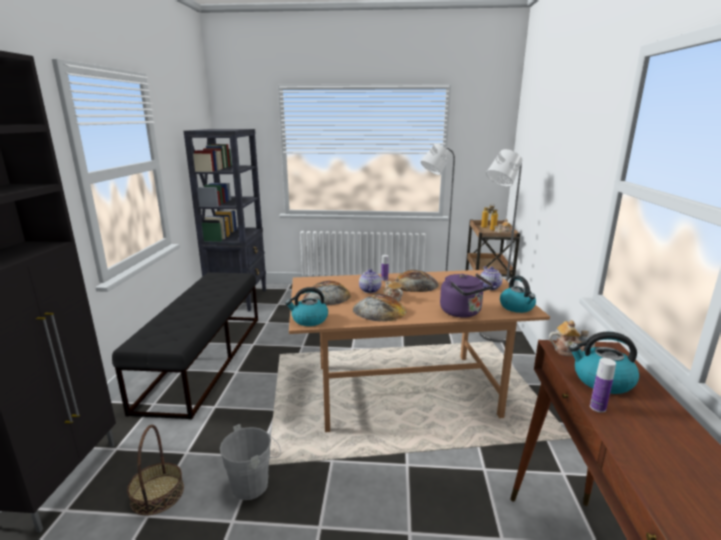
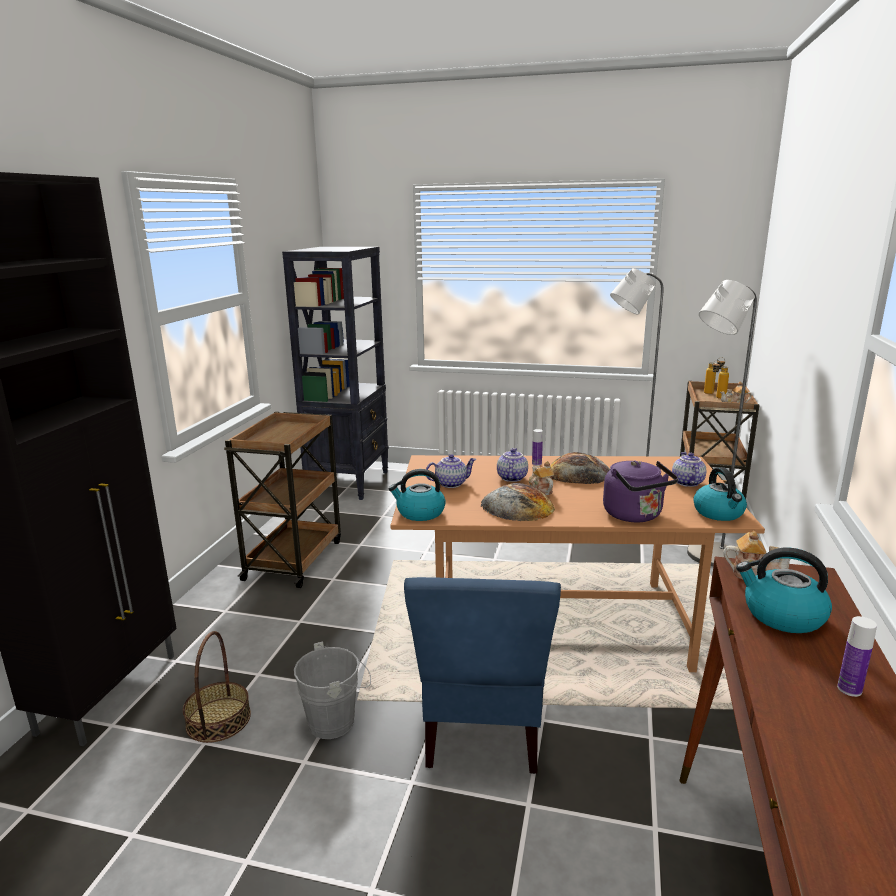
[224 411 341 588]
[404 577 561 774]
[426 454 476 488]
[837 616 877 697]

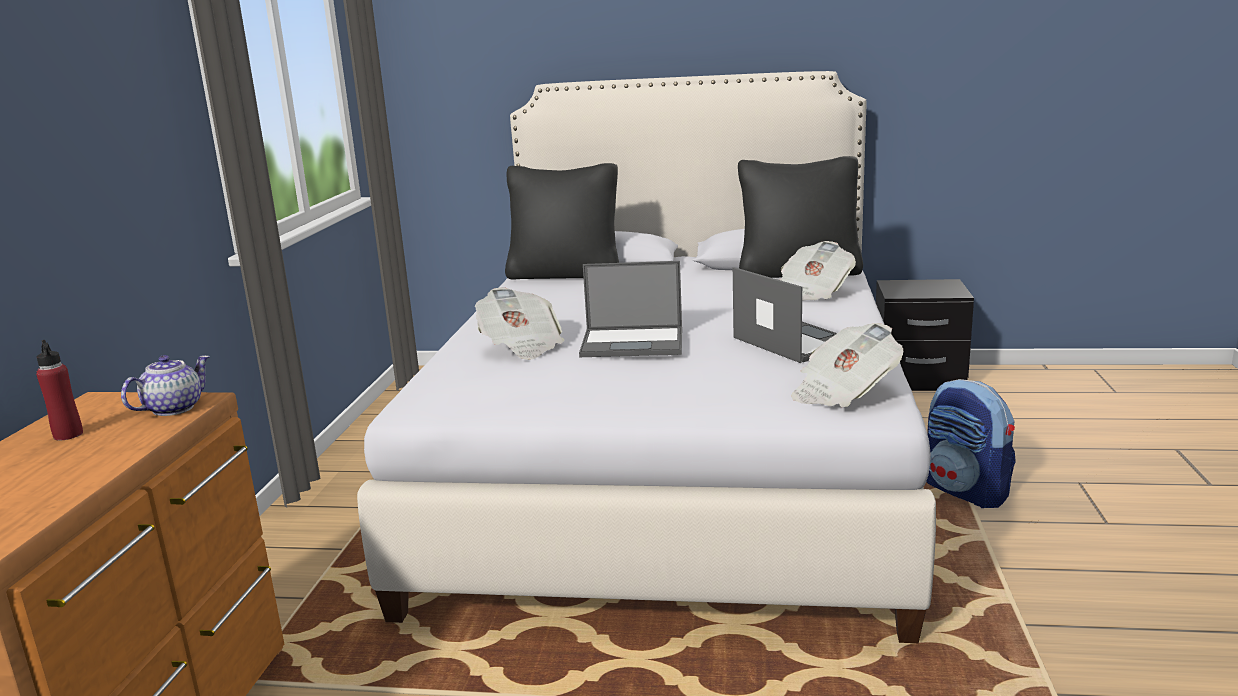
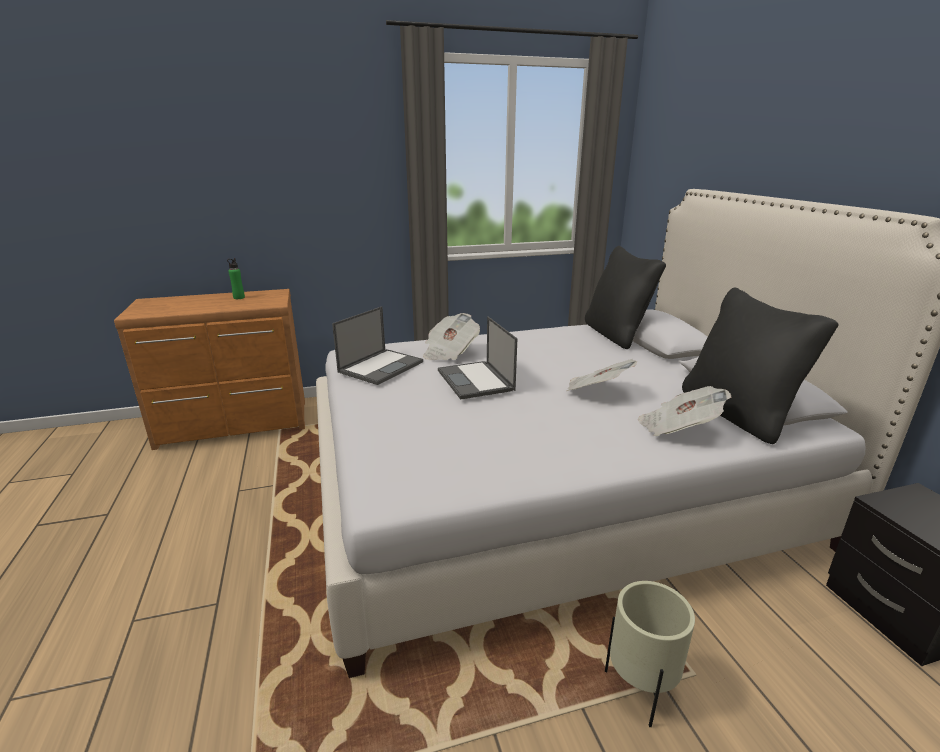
[227 258 245 299]
[332 306 423 385]
[567 359 637 391]
[605 581 695 727]
[121 355 210 416] (first image)

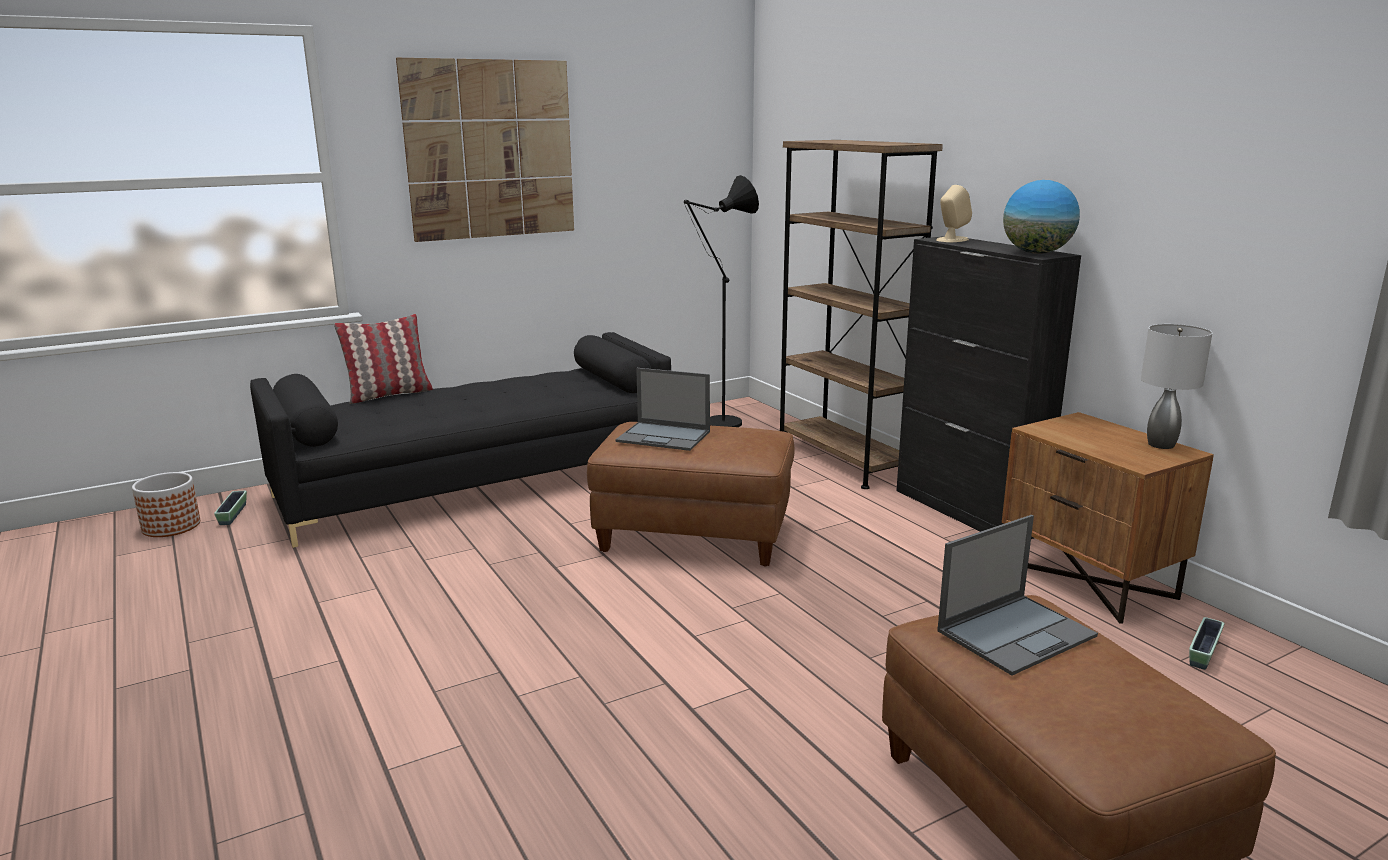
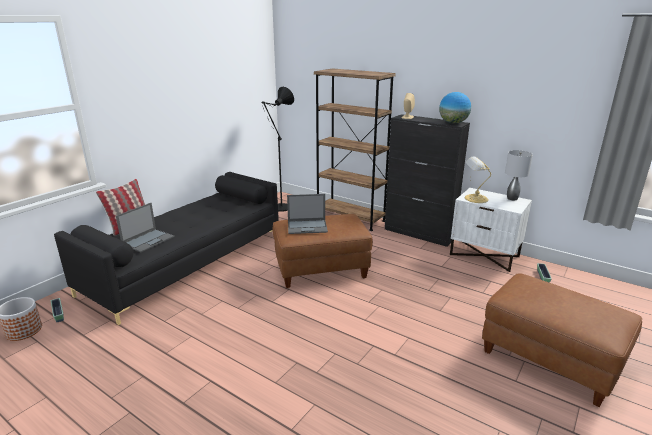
[116 203 175 252]
[450 188 532 272]
[465 156 491 203]
[396 58 574 242] (first image)

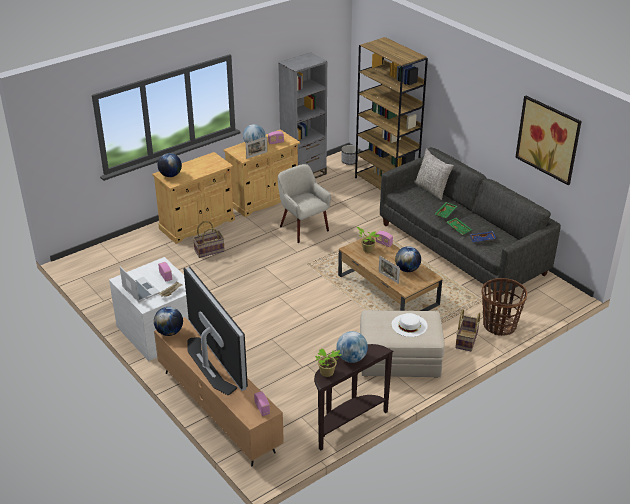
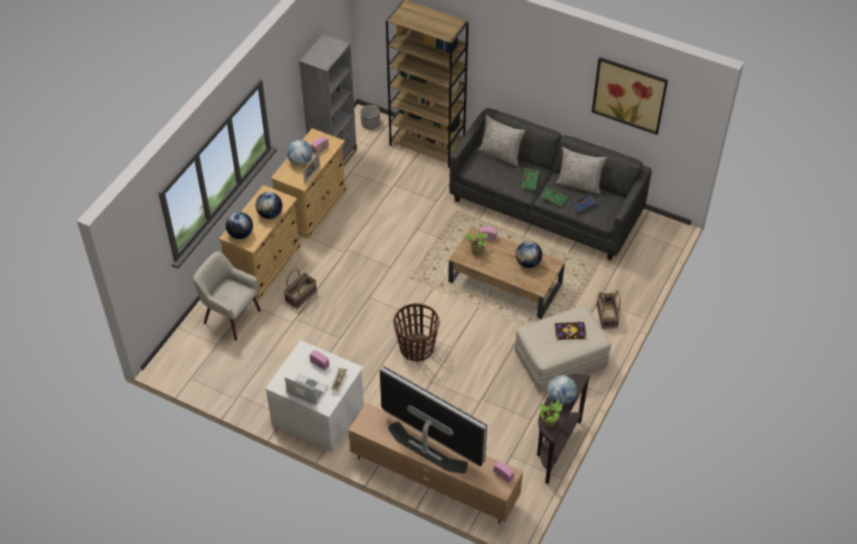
[193 251 261 341]
[255 192 282 219]
[393 303 440 362]
[555 147 607 194]
[555 321 587 340]
[379 256 400 284] (first image)

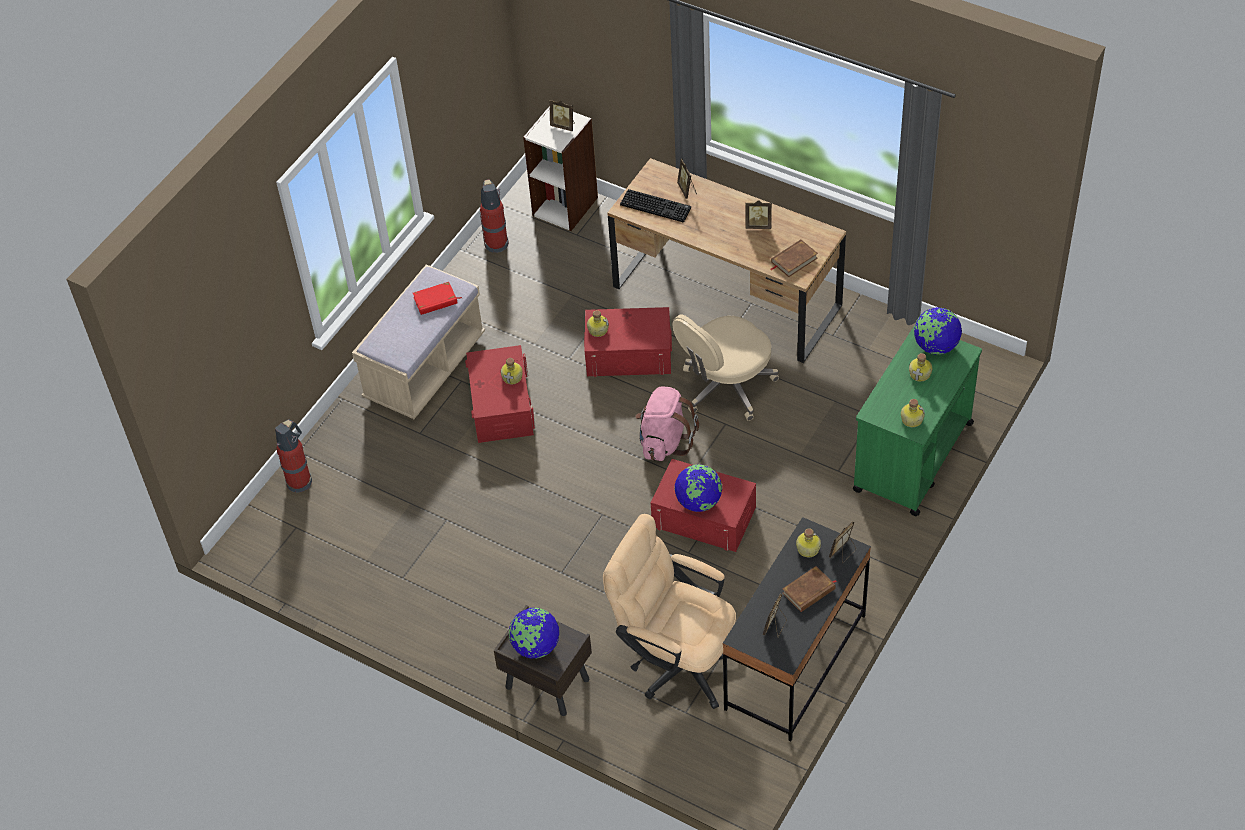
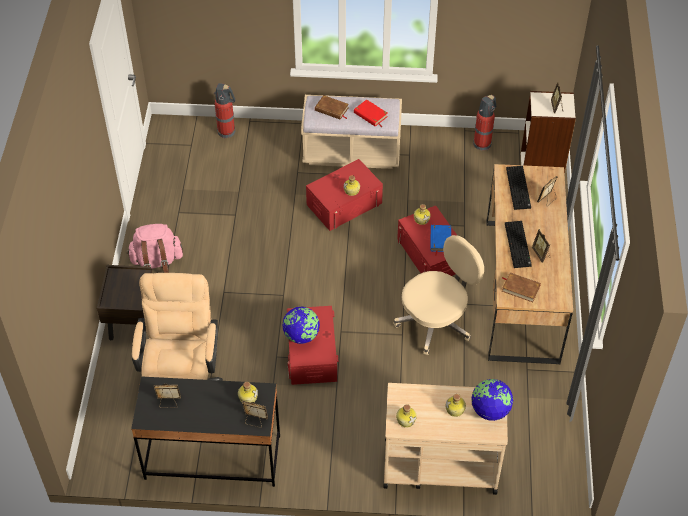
[127 224 183 273]
[315 95 349 120]
[383 383 508 495]
[393 235 484 355]
[431 225 451 256]
[505 221 532 268]
[509 608 559 658] (first image)

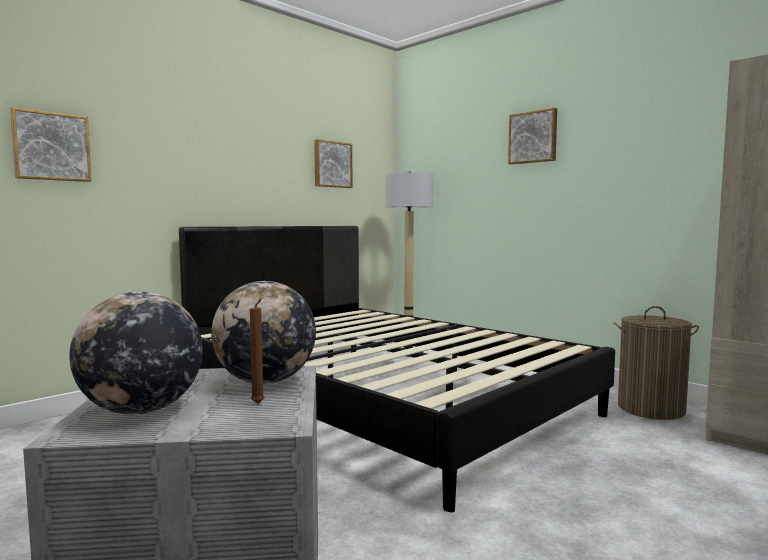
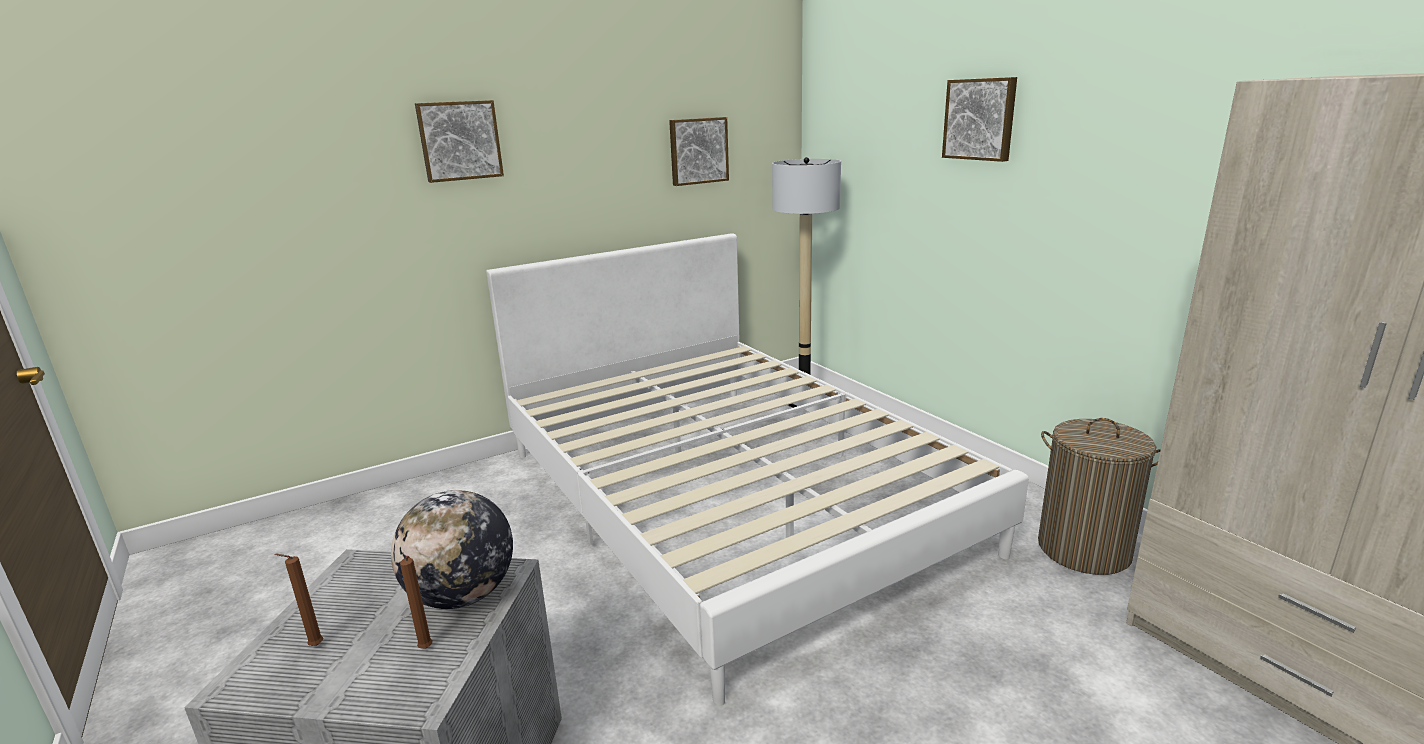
[274 553 323 646]
[415 100 504 183]
[486 233 1029 706]

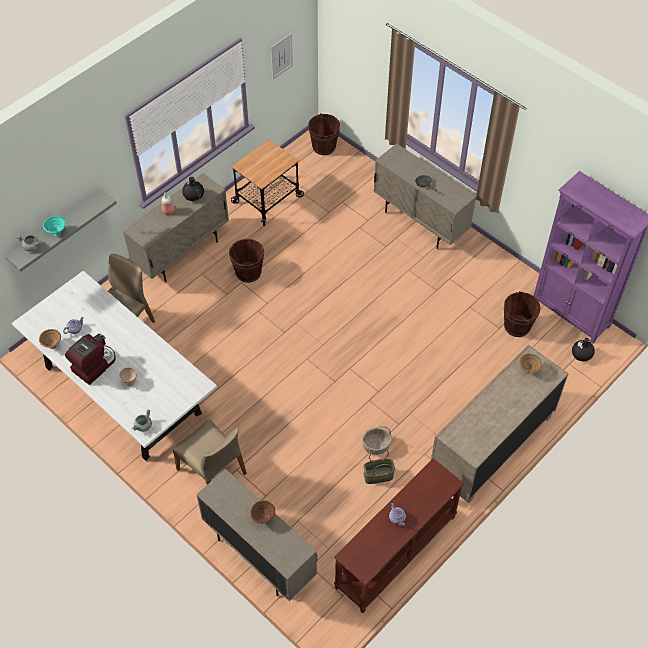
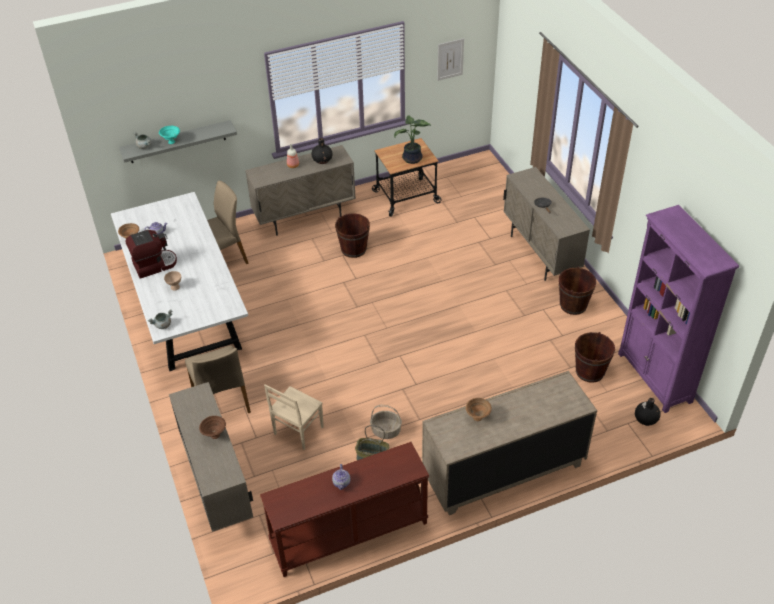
[264 384 324 450]
[394 116 431 164]
[466 398 492 421]
[559 267 596 315]

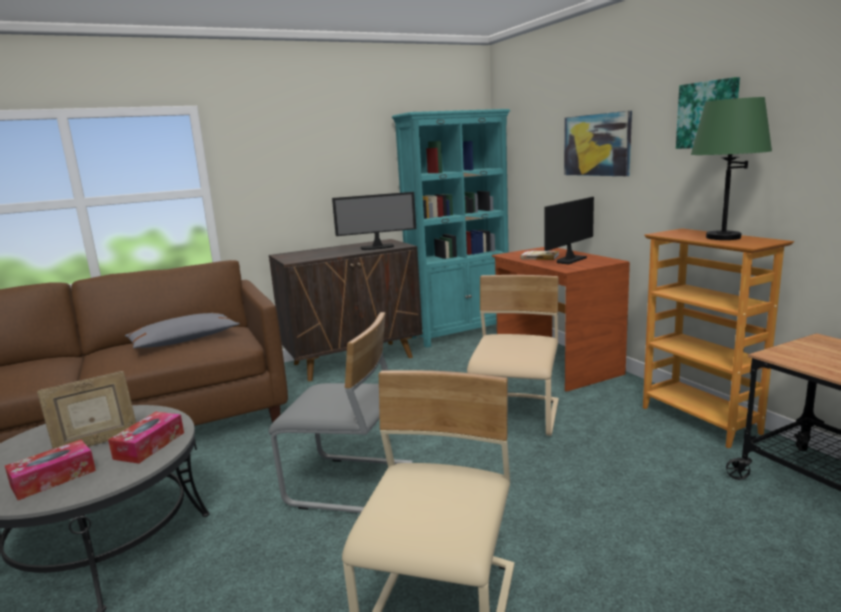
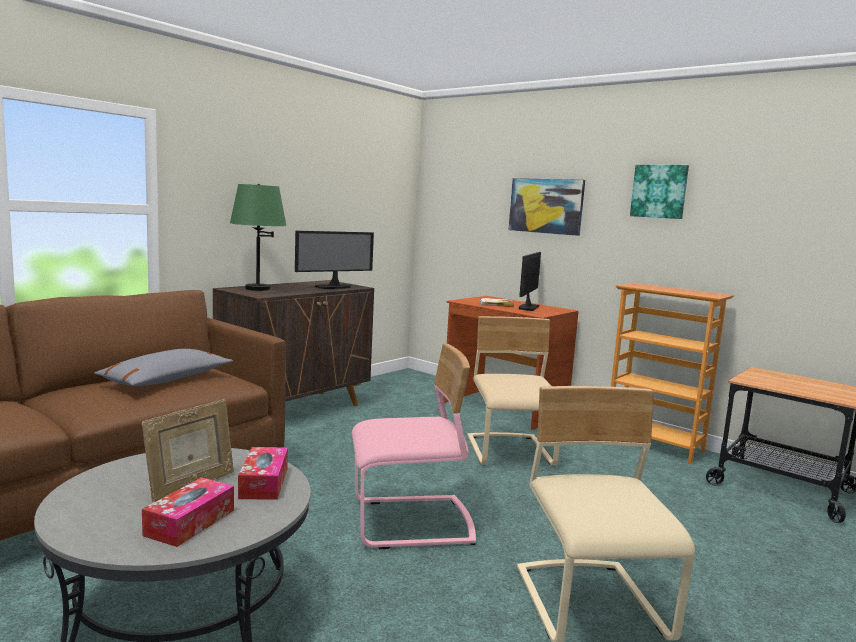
[230 184 287 291]
[352 344 476 549]
[392 109 510 348] (first image)

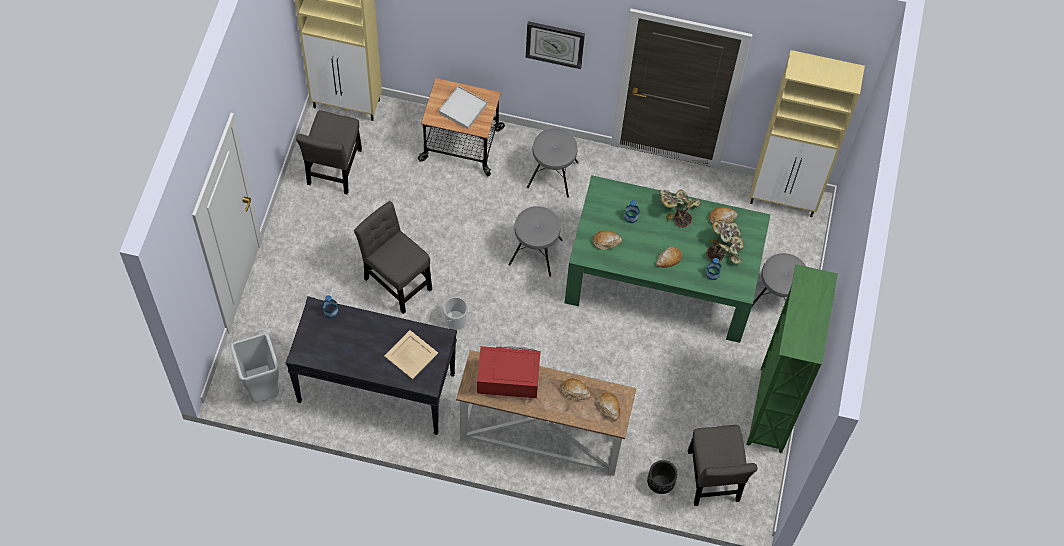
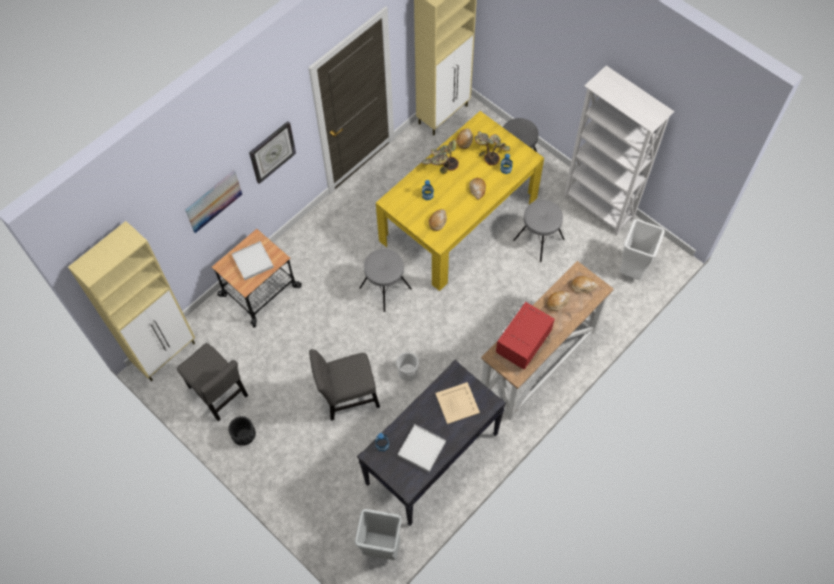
[185 170 242 233]
[228 416 256 446]
[376 111 544 291]
[398 424 446 472]
[513 200 565 262]
[564 65 674 235]
[620 219 665 280]

